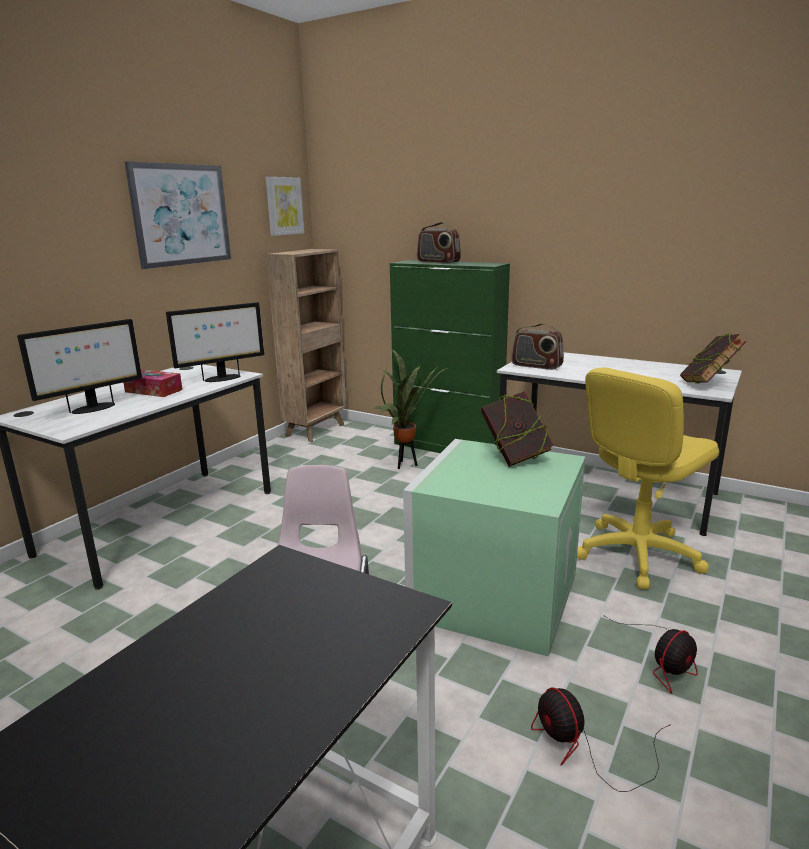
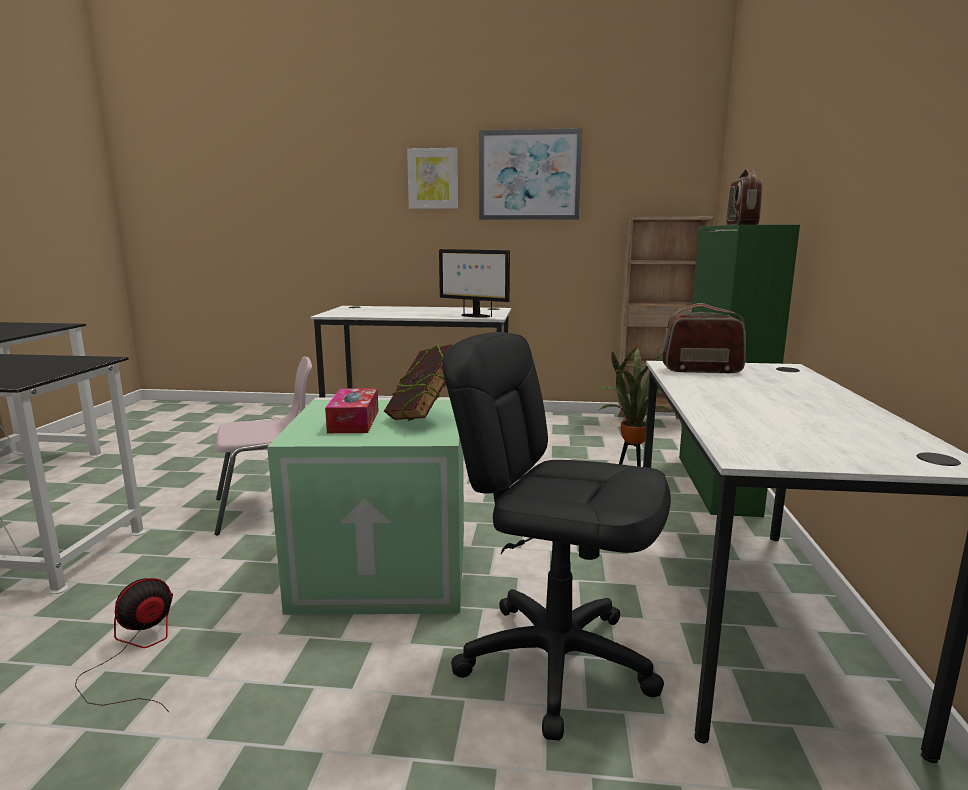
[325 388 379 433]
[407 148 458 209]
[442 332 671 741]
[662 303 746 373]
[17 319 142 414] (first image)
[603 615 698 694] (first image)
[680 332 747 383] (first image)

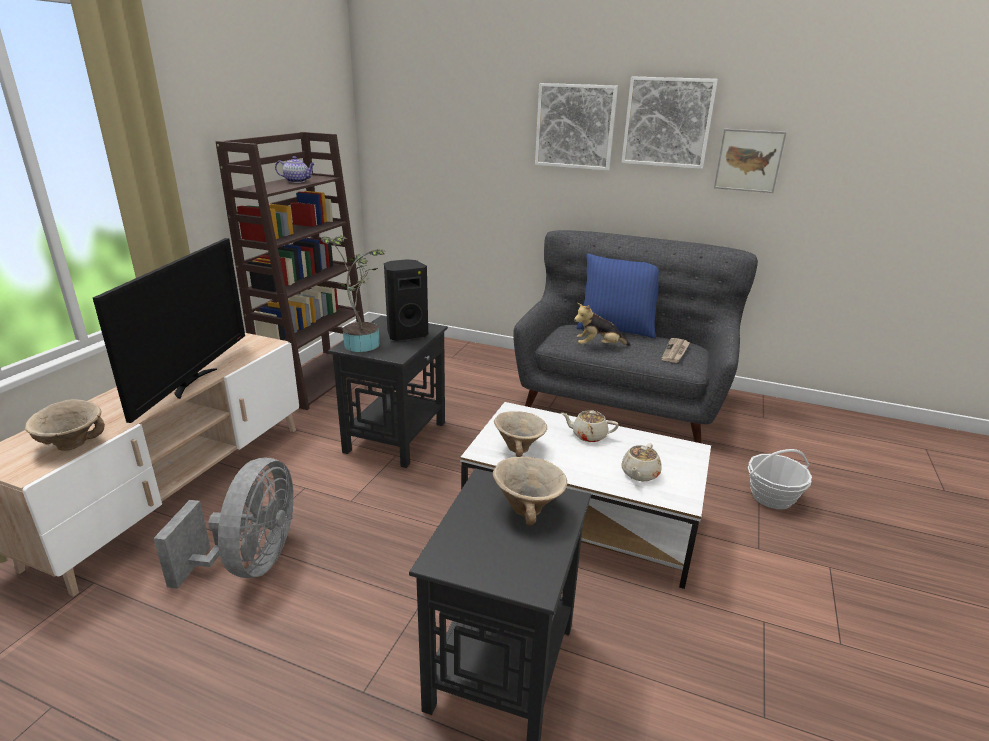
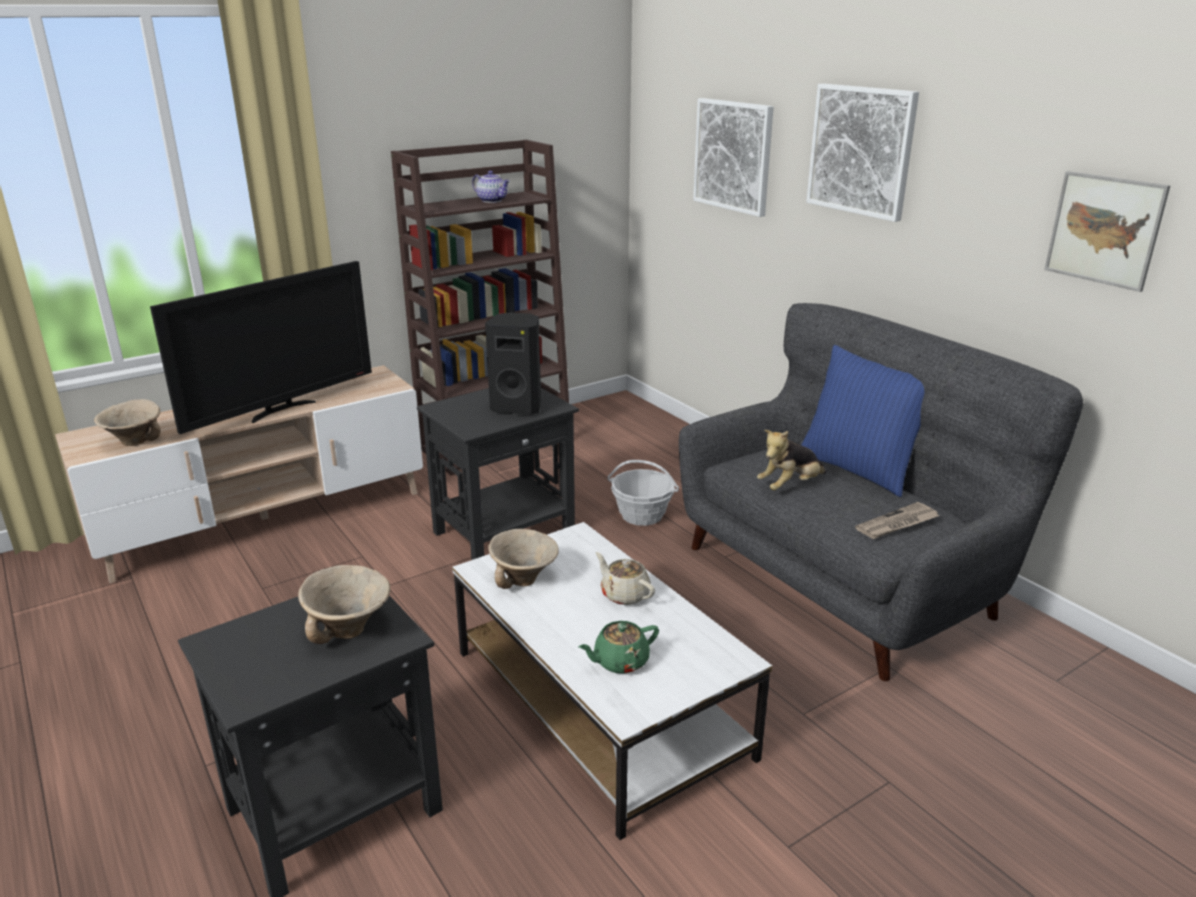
[578 621 659 674]
[608 460 679 526]
[693 98 774 217]
[757 430 826 490]
[154 458 294 589] (first image)
[321 235 385 352] (first image)

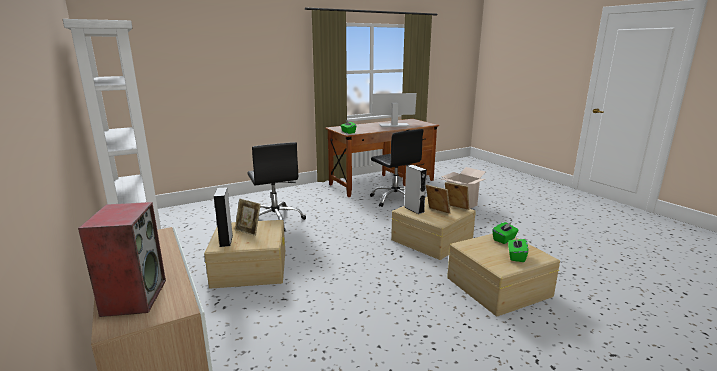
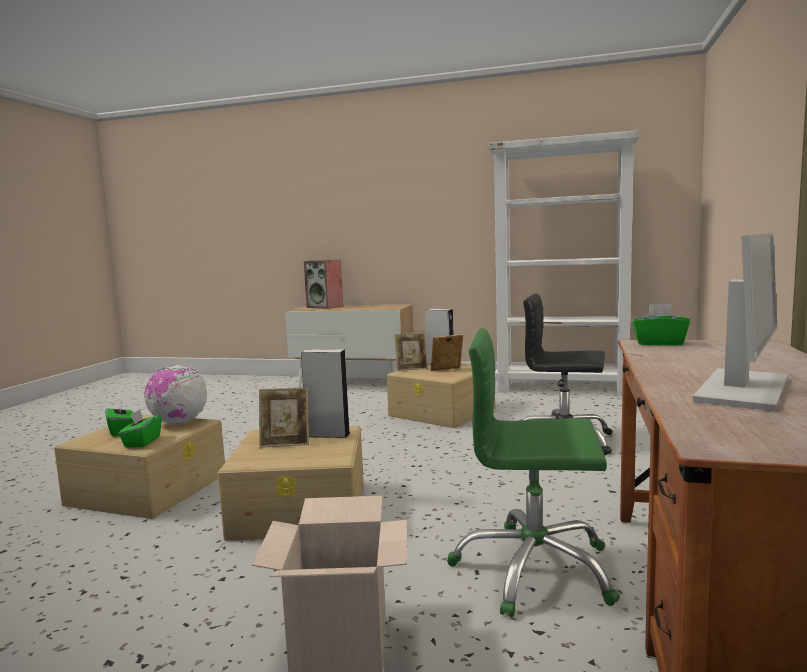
[144 365 207 424]
[394 333 428 371]
[447 328 620 617]

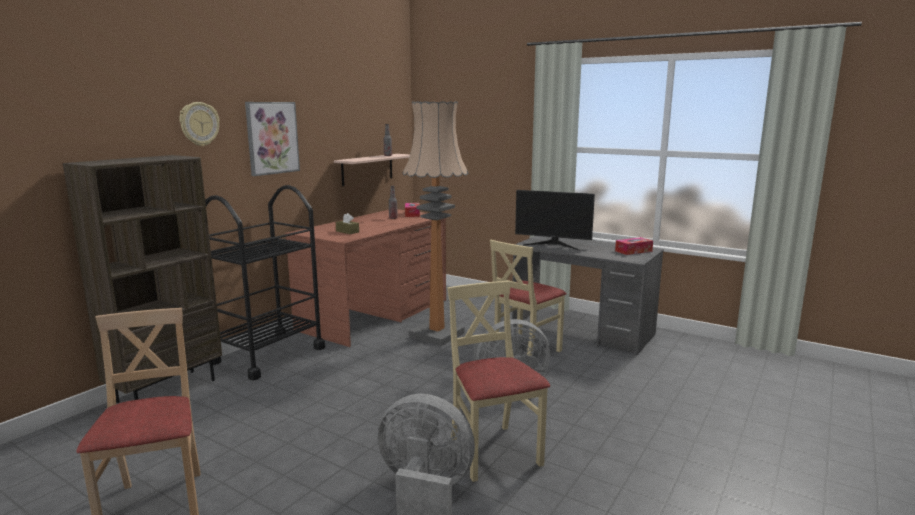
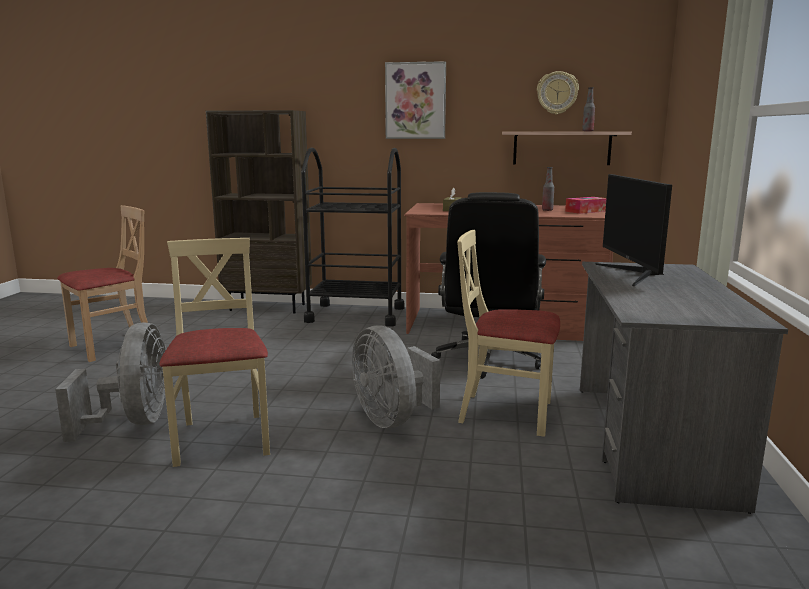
[159 238 270 467]
[431 192 546 379]
[537 71 579 115]
[615 237 653 255] (first image)

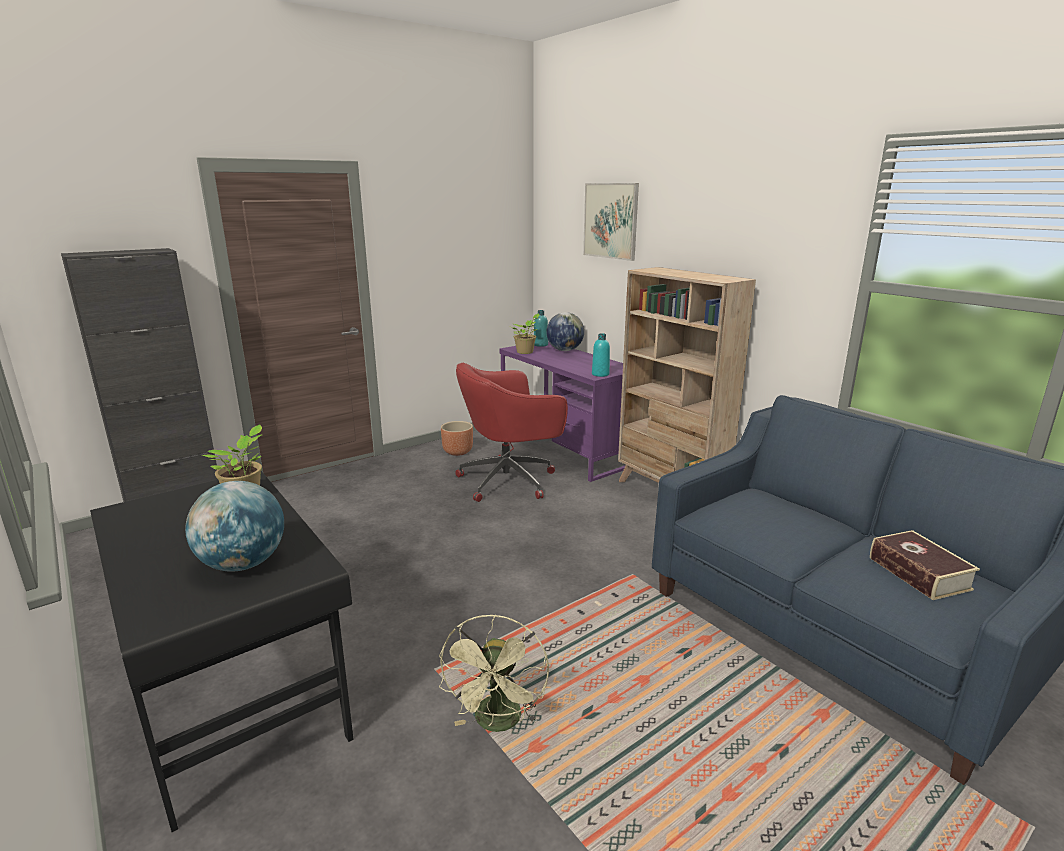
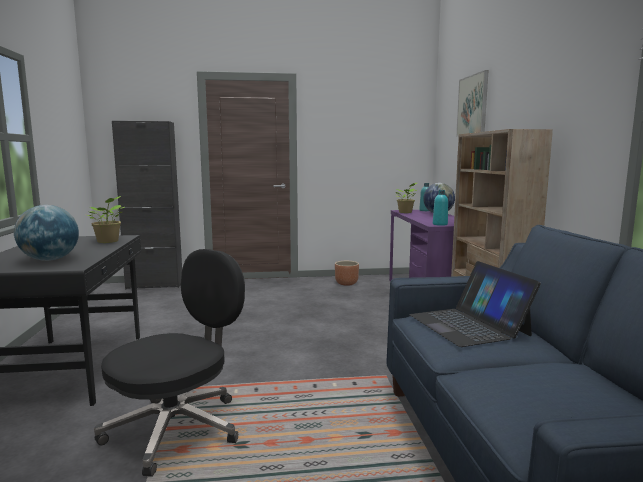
[94 249 245 477]
[409 261 541 347]
[455 363 568 502] (first image)
[870 530 980 600] (first image)

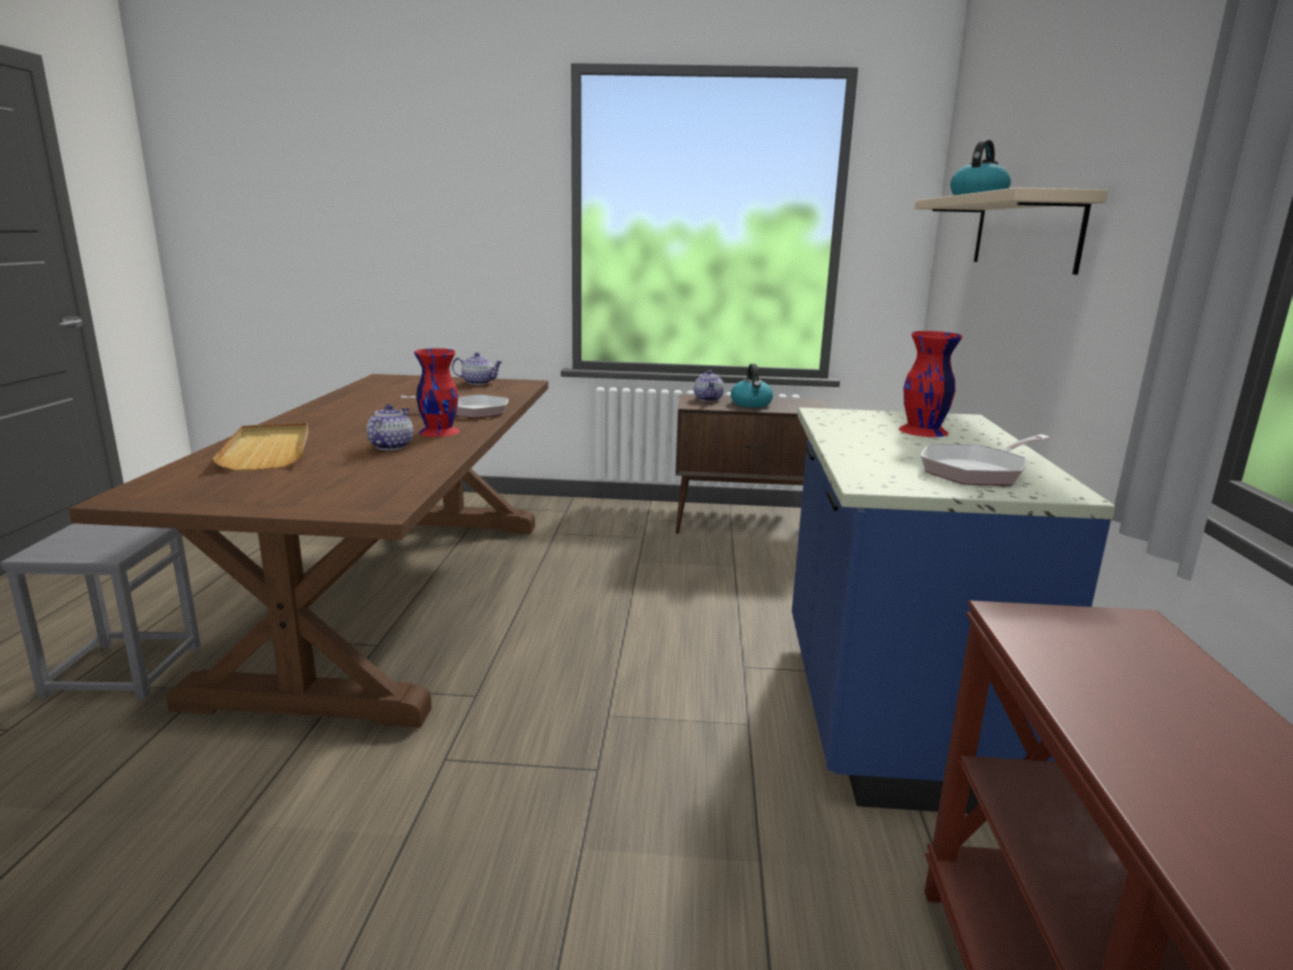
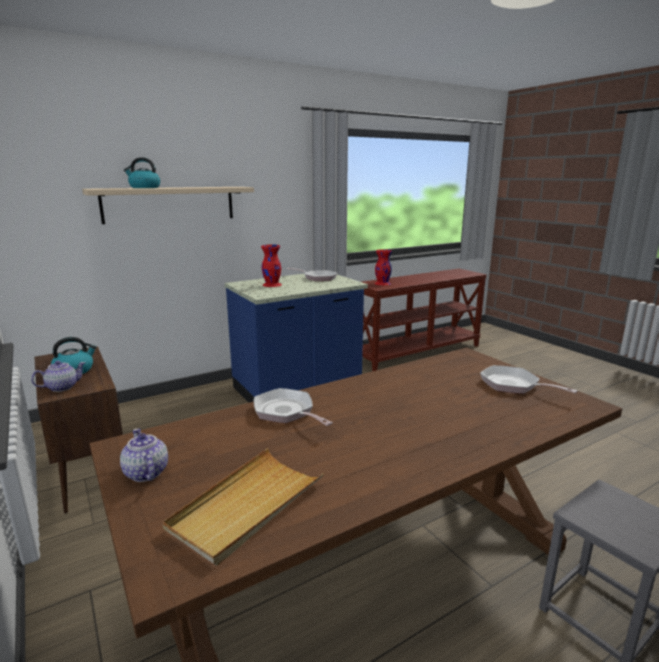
[162 448 324 566]
[375 249 392 285]
[480 365 578 394]
[367 404 413 450] (first image)

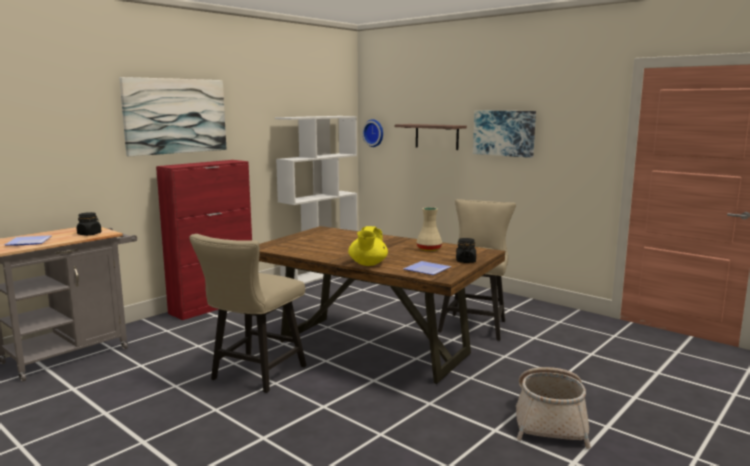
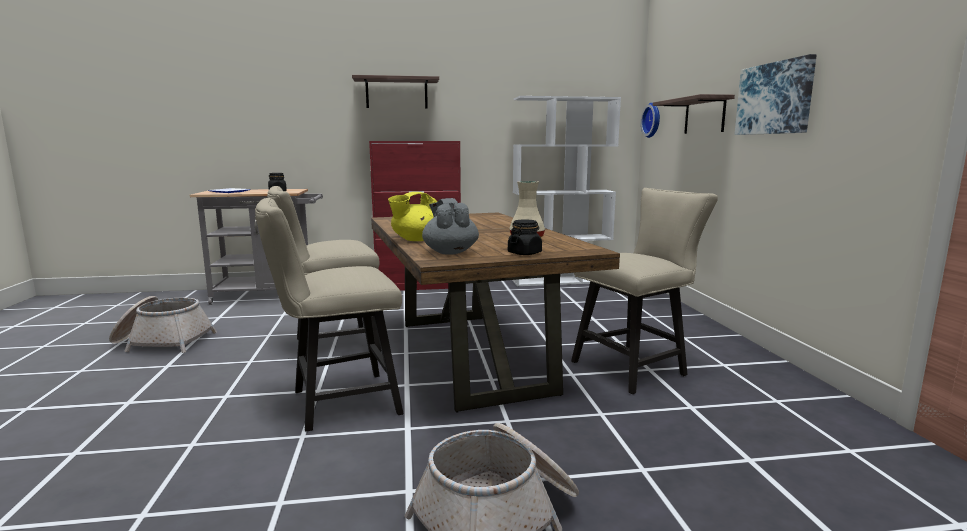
[109 296 217 353]
[255 198 404 432]
[352 75 439 109]
[422 198 479 255]

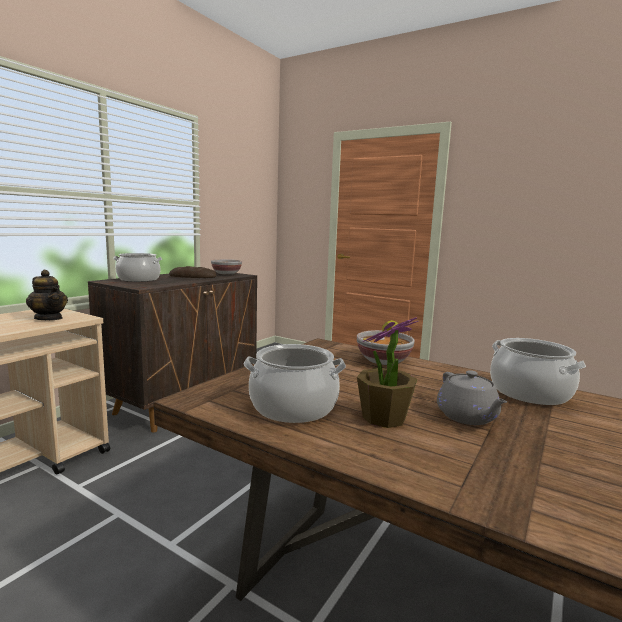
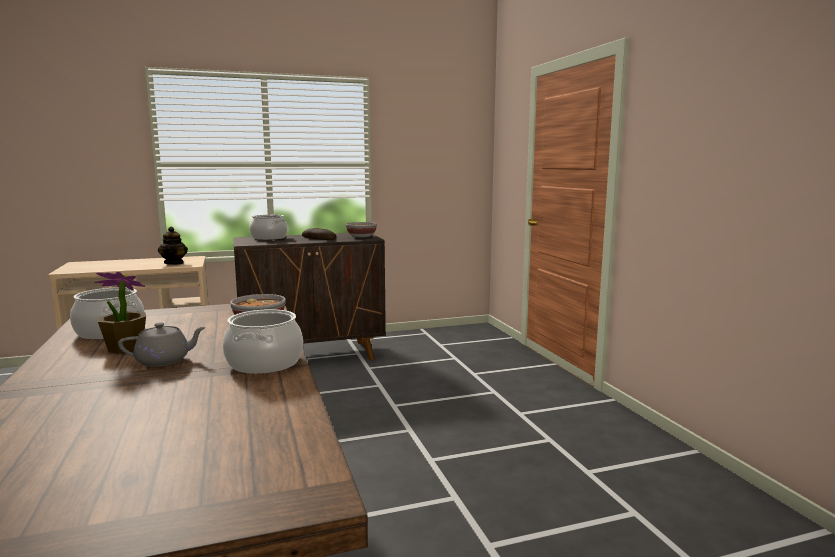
[118 322 206 367]

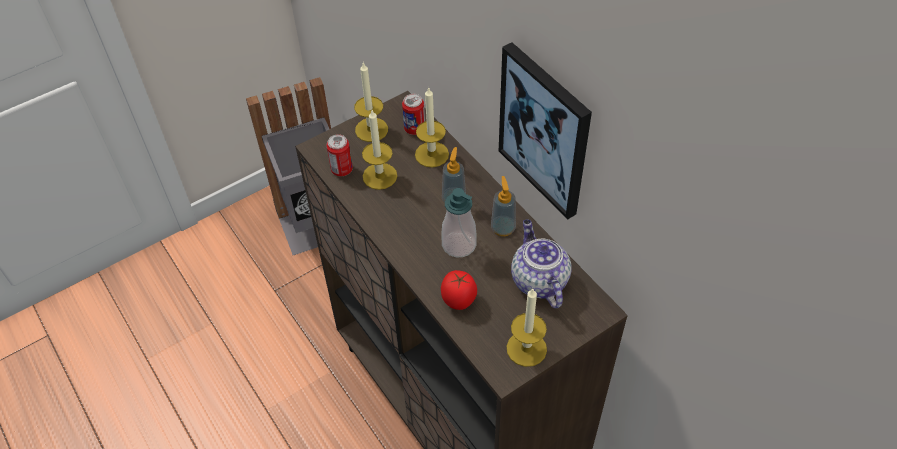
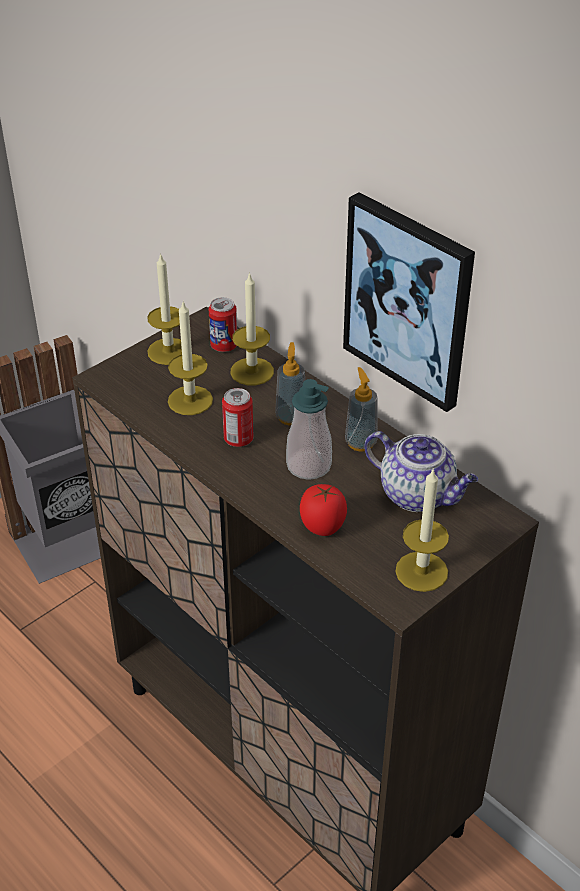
[222 388 253 447]
[365 431 478 512]

